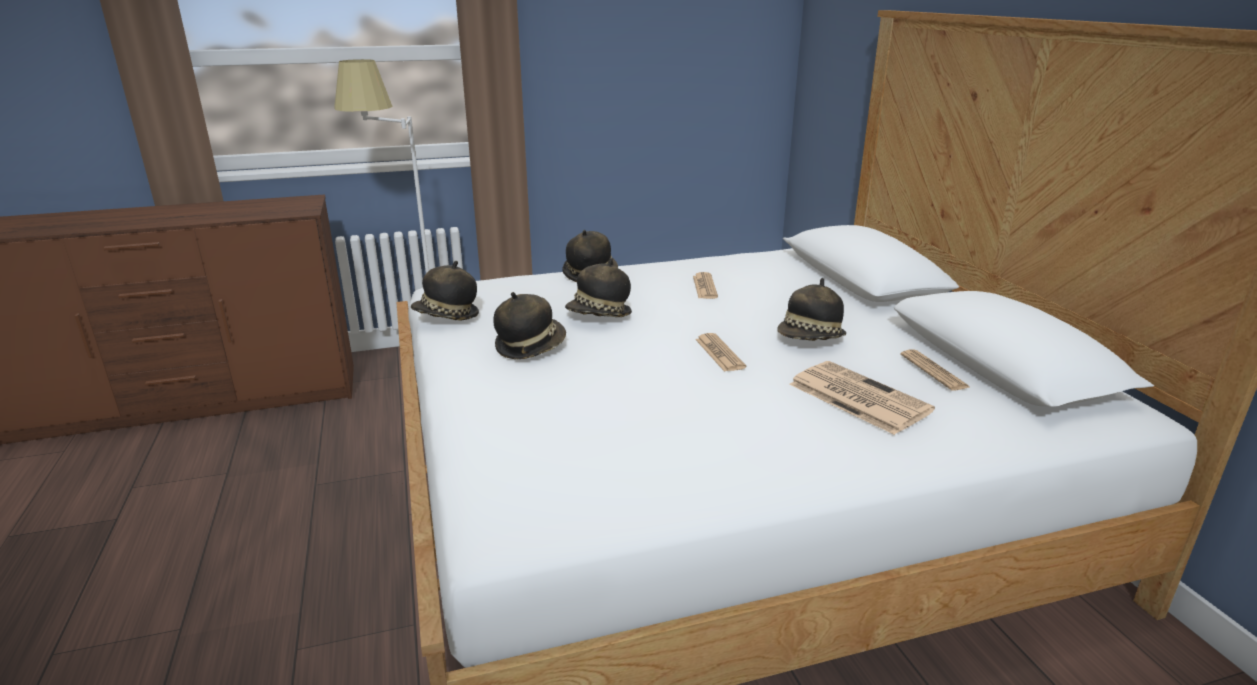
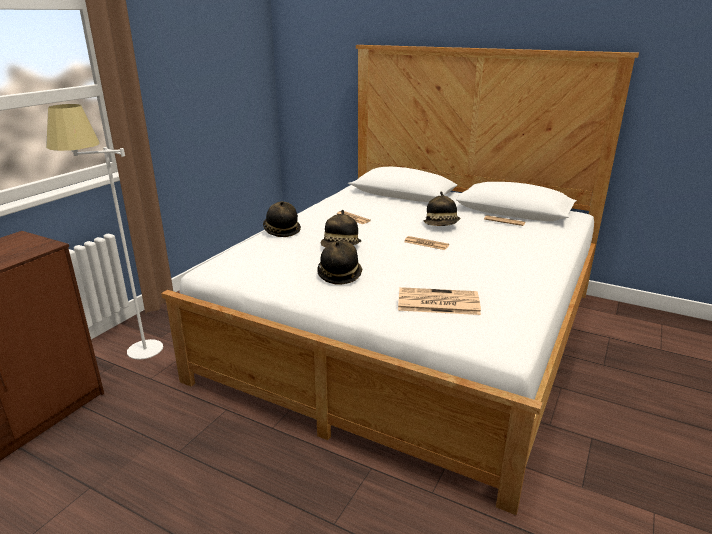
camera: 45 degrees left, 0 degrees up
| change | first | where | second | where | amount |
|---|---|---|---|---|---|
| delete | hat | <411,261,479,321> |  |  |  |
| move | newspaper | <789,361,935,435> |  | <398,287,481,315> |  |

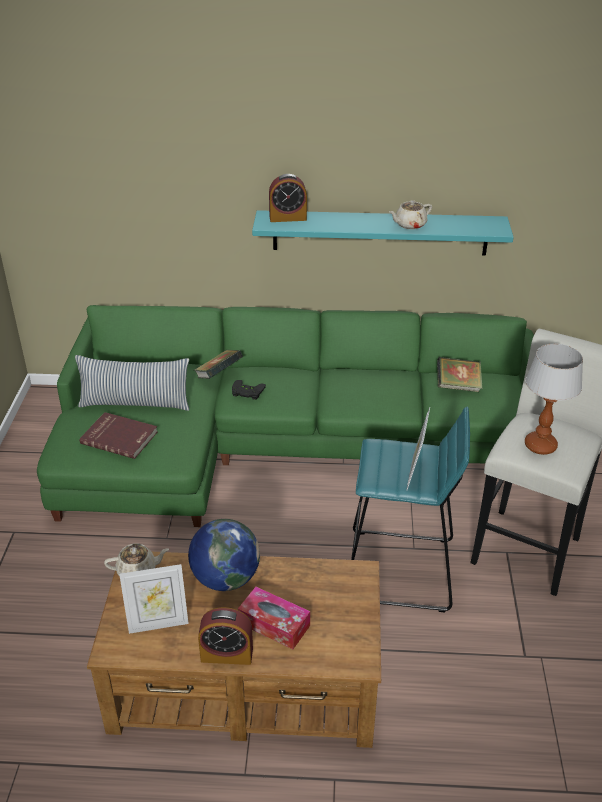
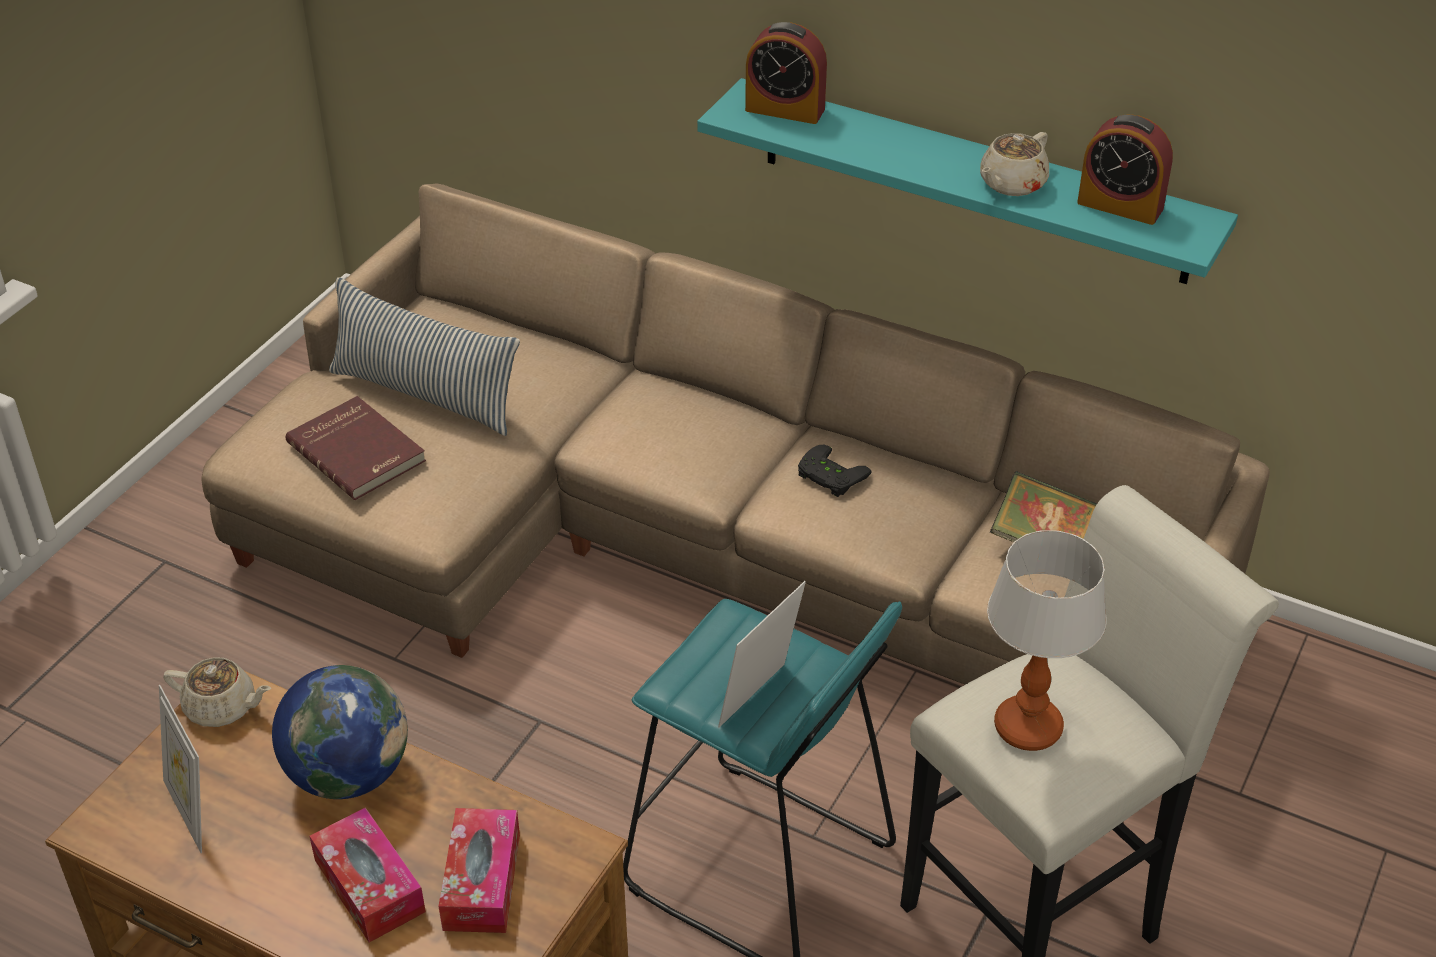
camera: 25 degrees right, 5 degrees up
| change | first | where | second | where | amount |
|---|---|---|---|---|---|
| recolor | sofa (green) | <37,305,534,527> | sofa (beige) | <201,184,1270,685> |  |
| rotate | picture frame | <119,564,189,634> |  | <159,685,202,853> | 45 degrees clockwise |
| delete | book | <194,350,243,379> |  |  |  |
| move | alarm clock | <198,607,253,665> |  | <1077,114,1173,225> |  |
| move | game controller (black) | <232,380,266,400> |  | <798,445,871,497> |  |
| rotate | teapot (beige) | <389,200,432,229> |  | <980,132,1049,196> | 45 degrees counterclockwise |
| insert |  |  | tissue box | <439,808,520,933> |  |

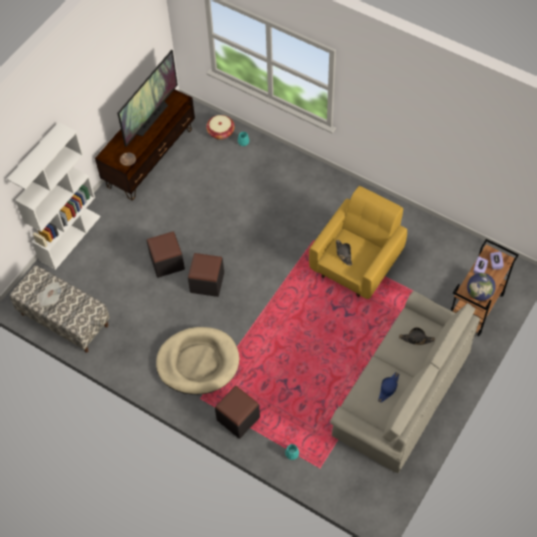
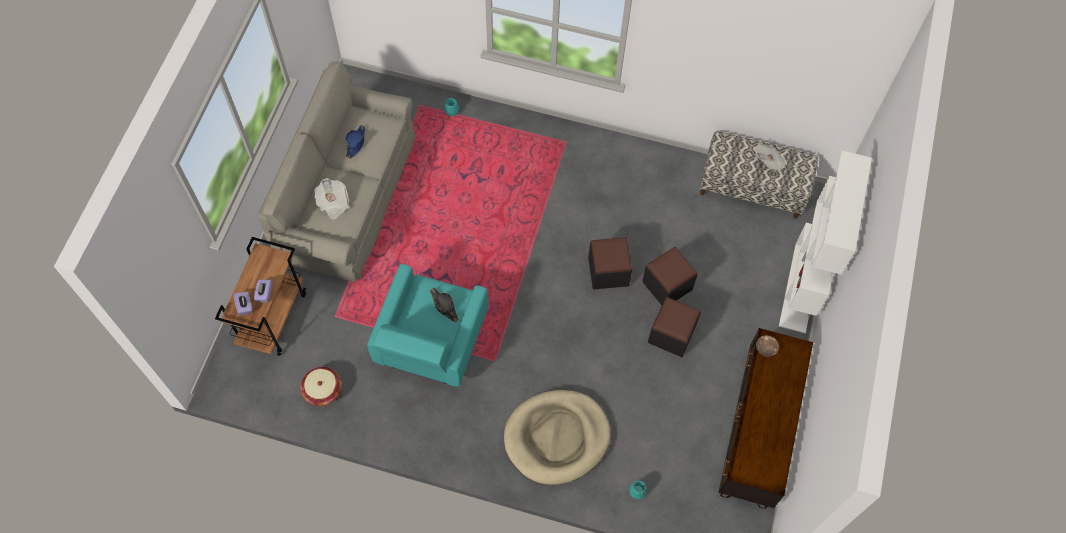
camera: 160 degrees right, 5 degrees up
| change | first | where | second | where | amount |
|---|---|---|---|---|---|
| delete | television | <117,50,178,147> |  |  |  |
| move | dog bed (beige) | <156,327,240,395> |  | <504,390,610,485> |  |
| move | basket | <206,115,235,140> |  | <300,367,342,406> |  |
| move | ottoman (black) | <215,386,260,439> |  | <648,297,701,357> |  |
| recolor | armchair (yellow) | <309,186,407,299> | armchair (turquoise) | <367,264,489,387> |  |
| replace | hat (black) | <399,327,435,345> | newspaper | <314,178,349,220> |  |
| delete | globe | <467,273,496,301> |  |  |  |

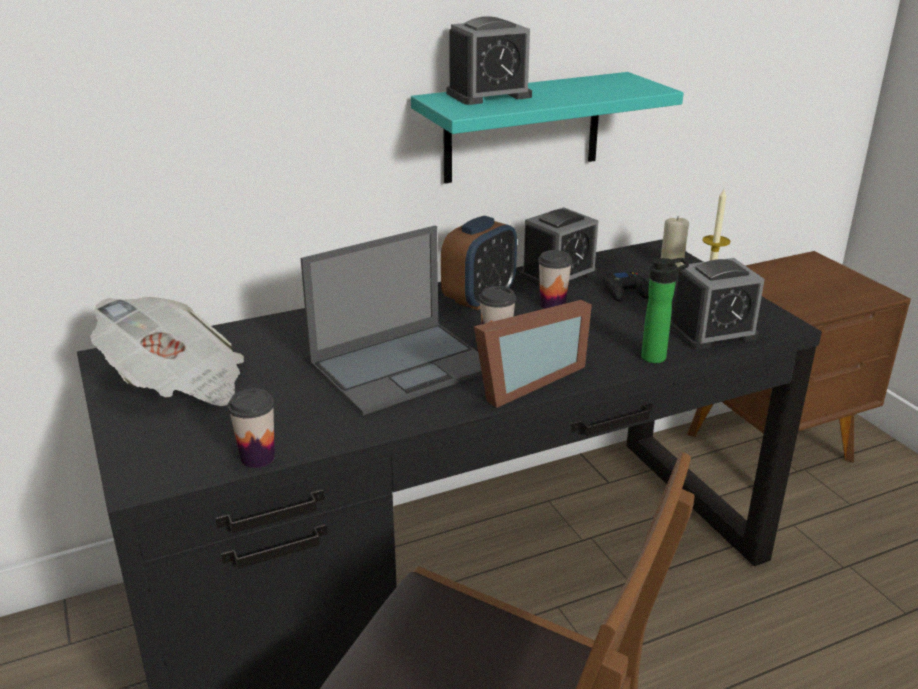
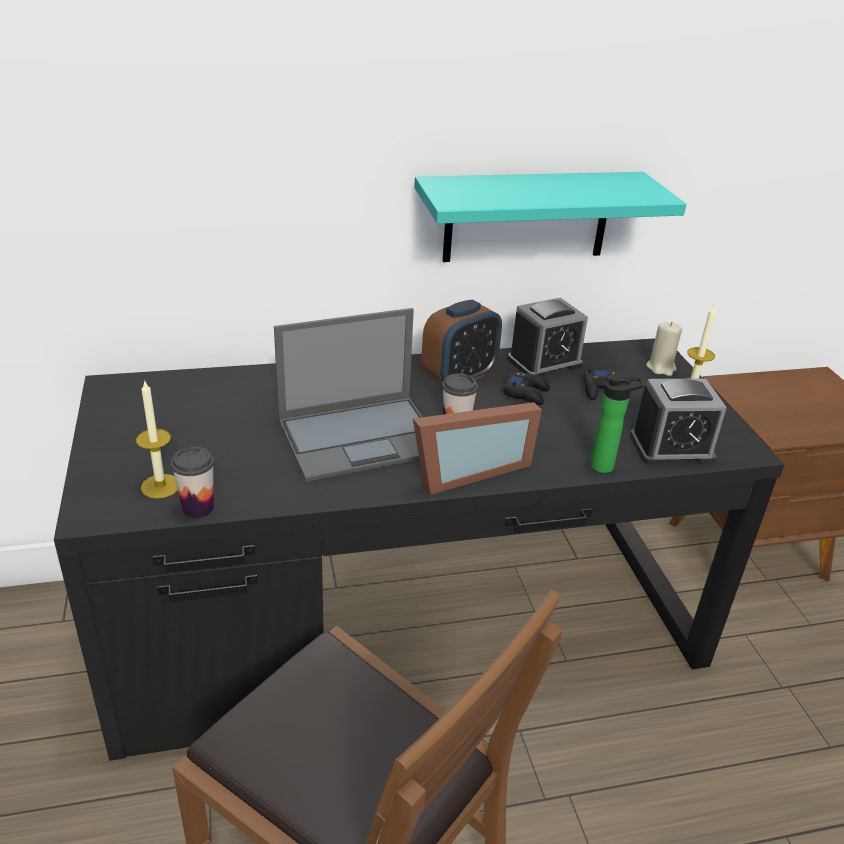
camera: 10 degrees right, 5 degrees up
| change | first | where | second | where | amount |
|---|---|---|---|---|---|
| delete | newspaper | <90,297,244,406> |  |  |  |
| delete | alarm clock | <446,16,532,105> |  |  |  |
| replace | cup | <538,250,572,309> | game controller (black) | <502,372,550,405> |  |
| insert |  |  | candle | <136,380,178,499> |  |

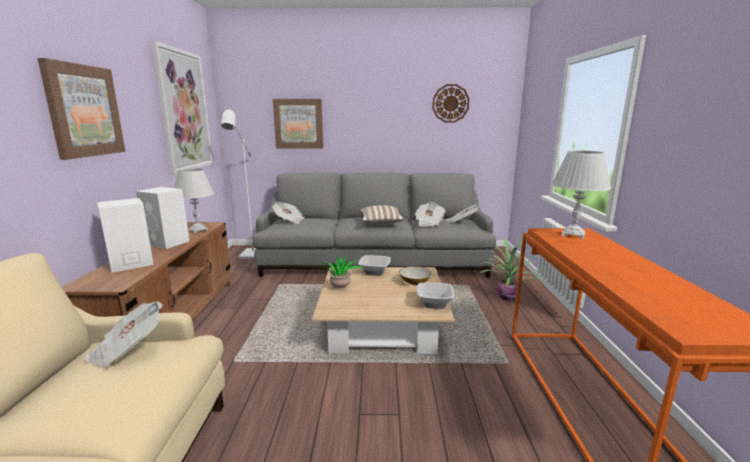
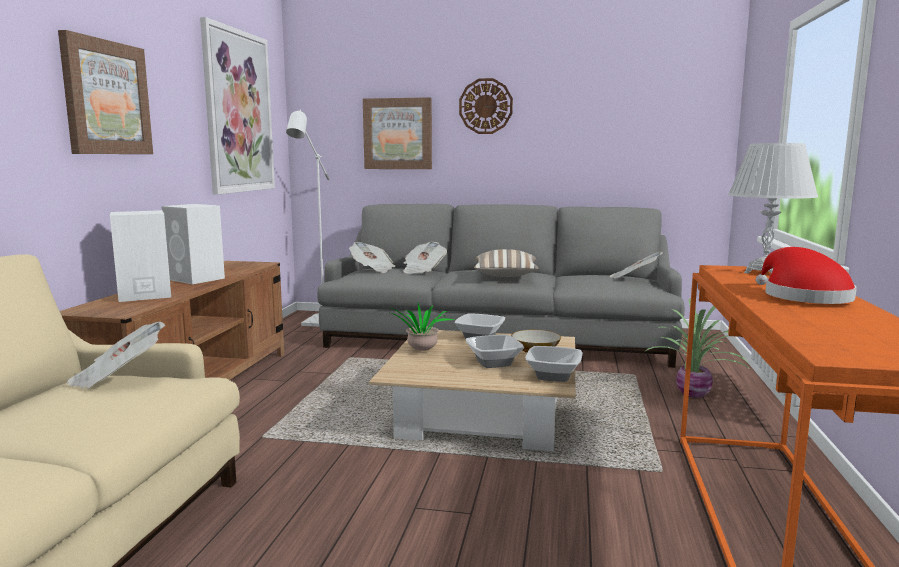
camera: 10 degrees right, 5 degrees down
| change | first | where | second | where | amount |
|---|---|---|---|---|---|
| delete | table lamp (white) | <174,169,215,234> |  |  |  |
| move | newspaper | <415,202,446,227> |  | <403,242,447,274> |  |
| move | wall clock | <432,84,469,123> |  | <459,78,513,134> |  |
| insert |  |  | bowl | <466,335,524,368> |  |
| insert |  |  | hat (red) | <756,247,857,304> |  |

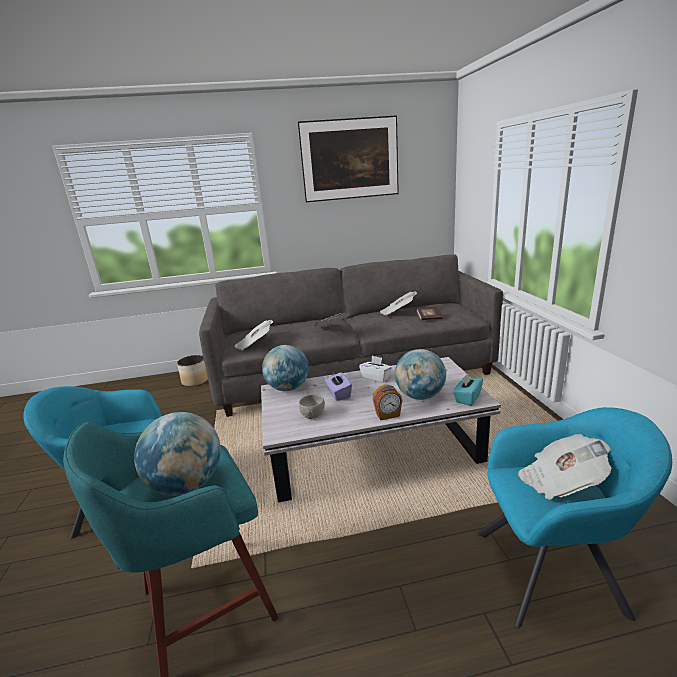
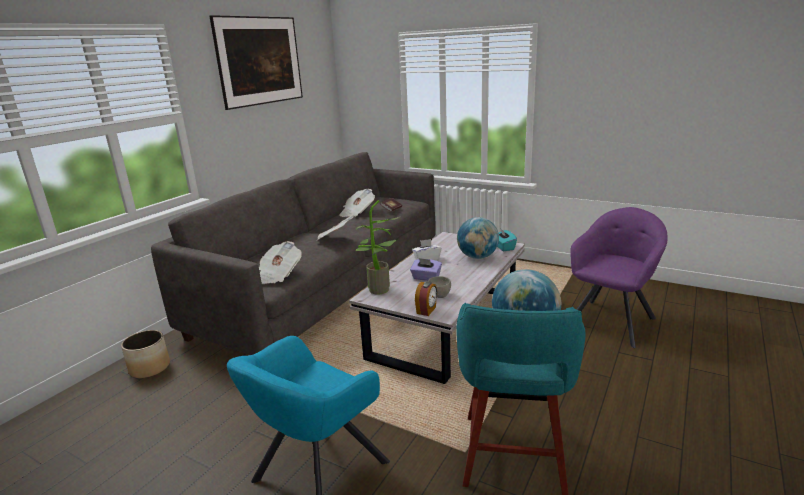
camera: 50 degrees left, 0 degrees up
| change | first | where | second | where | amount |
|---|---|---|---|---|---|
| replace | globe | <262,345,309,391> | potted plant | <354,200,399,294> |  |
| move | alarm clock | <373,385,403,420> |  | <415,281,437,316> |  |
| recolor | armchair (turquoise) | <478,407,672,629> | armchair (purple) | <570,207,668,348> |  |
| delete | newspaper | <518,434,611,500> |  |  |  |

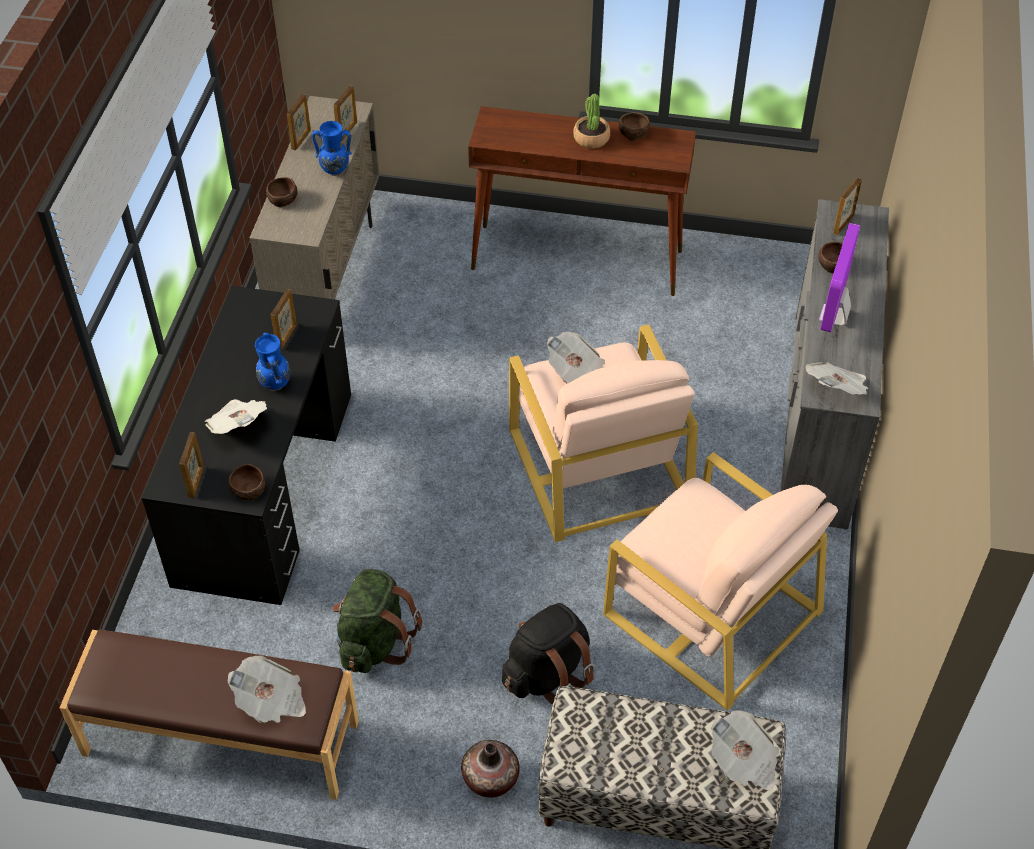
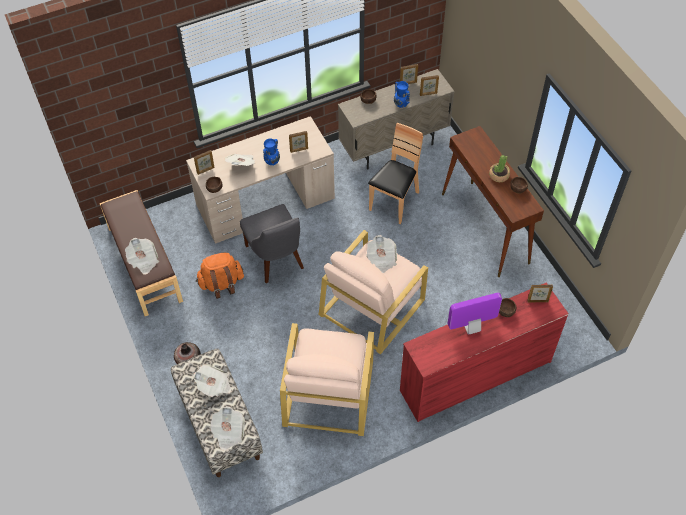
camera: 55 degrees right, 5 degrees up
| change | first | where | second | where | amount |
|---|---|---|---|---|---|
| recolor | desk (black) | <142,286,351,605> | desk (beige) | <186,116,335,244> |  |
| recolor | backpack (green) | <333,569,422,673> | backpack (orange) | <196,253,244,299> |  |
| delete | backpack (black) | <502,603,595,705> |  |  |  |
| recolor | dresser (grey) | <781,199,889,530> | dresser (red) | <400,283,569,422> |  |
| move | newspaper | <806,362,869,395> |  | <193,364,231,397> |  |
| insert |  |  | chair (grey) | <240,204,304,283> |  |
| insert |  |  | chair (brown) | <368,123,423,224> |  |

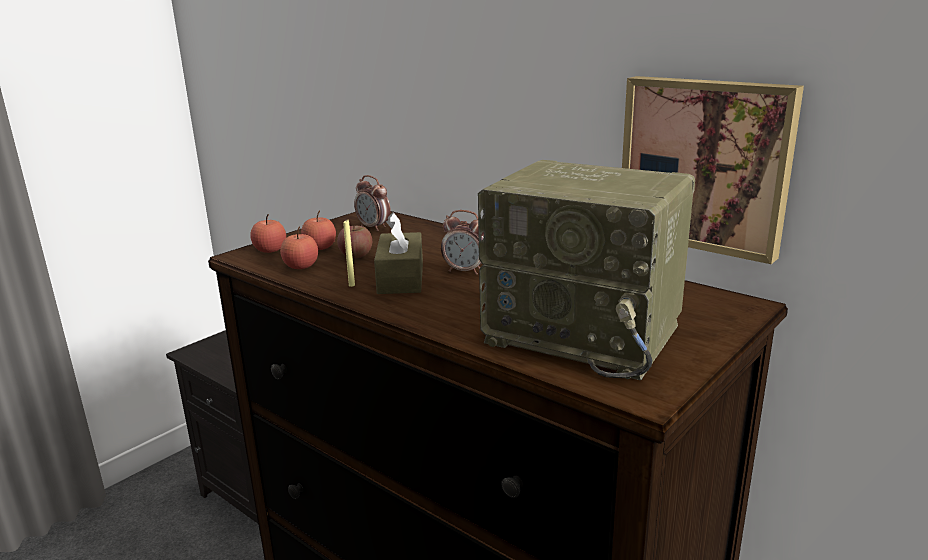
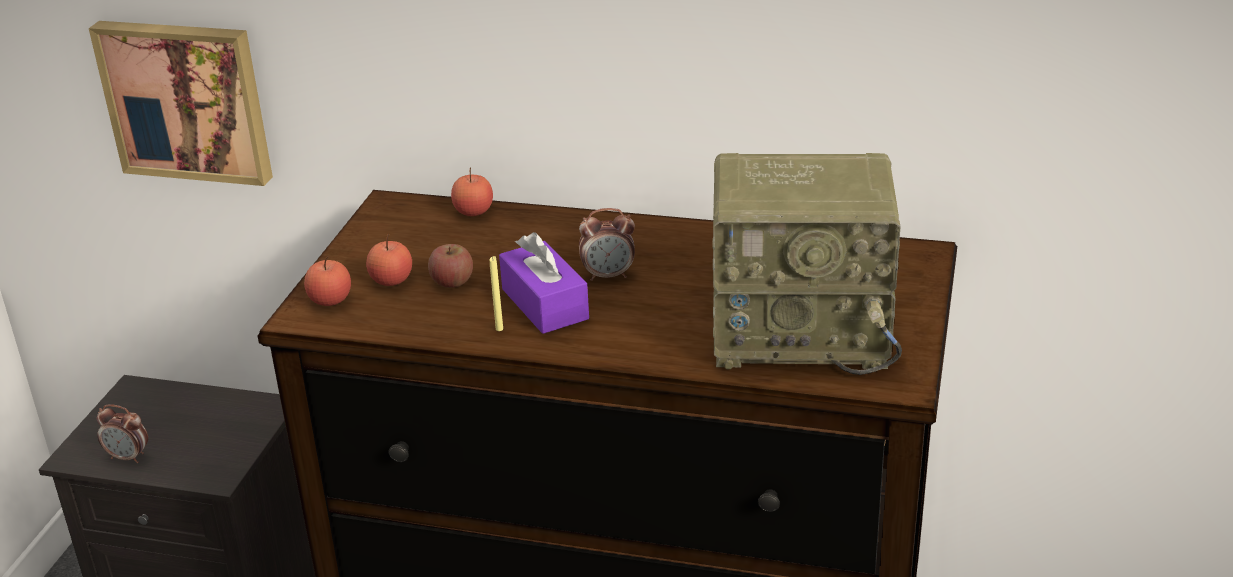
camera: 25 degrees left, 10 degrees up
| change | first | where | second | where | amount |
|---|---|---|---|---|---|
| move | apple | <280,226,318,269> |  | <451,167,493,216> |  |
| move | alarm clock | <354,175,390,231> |  | <97,404,148,463> |  |
| recolor | tissue box (brown) | <374,212,423,294> | tissue box (purple) | <499,232,589,334> |  |
| move | picture | <622,76,804,264> |  | <89,21,273,186> |  |

